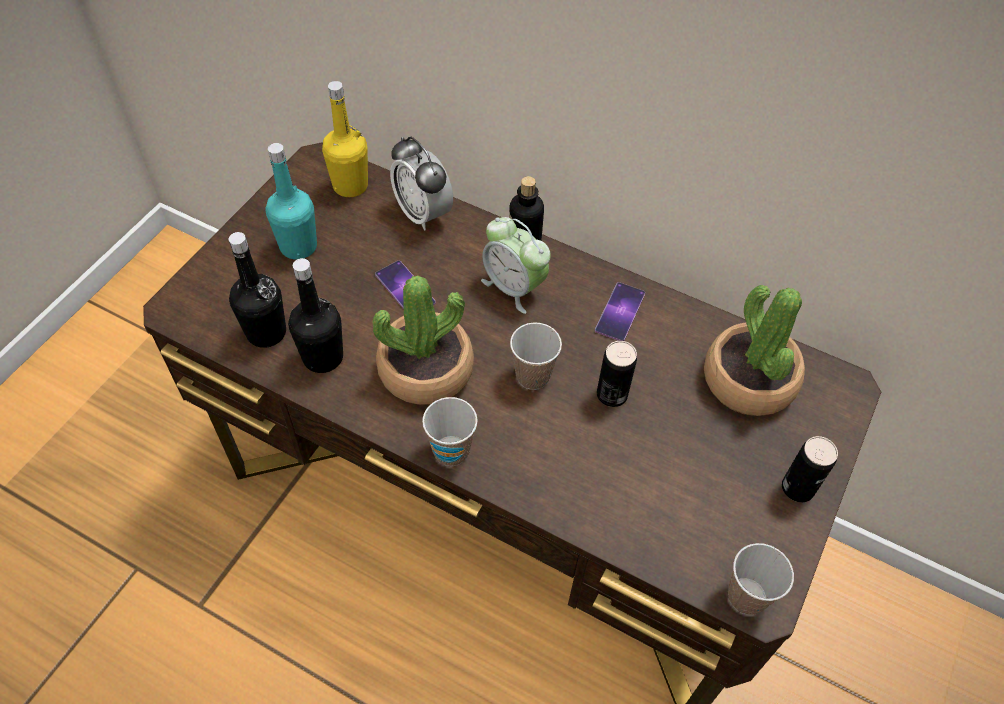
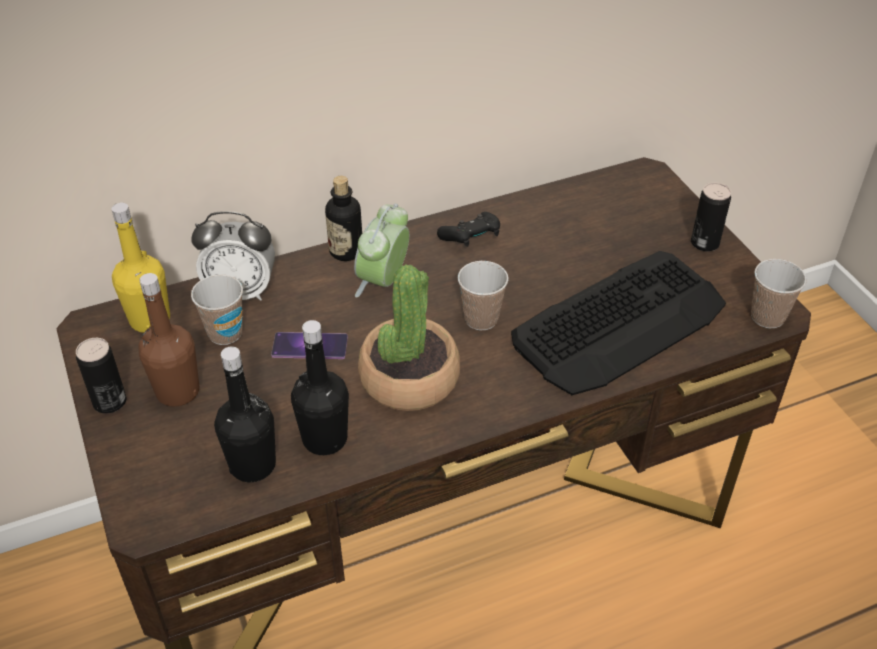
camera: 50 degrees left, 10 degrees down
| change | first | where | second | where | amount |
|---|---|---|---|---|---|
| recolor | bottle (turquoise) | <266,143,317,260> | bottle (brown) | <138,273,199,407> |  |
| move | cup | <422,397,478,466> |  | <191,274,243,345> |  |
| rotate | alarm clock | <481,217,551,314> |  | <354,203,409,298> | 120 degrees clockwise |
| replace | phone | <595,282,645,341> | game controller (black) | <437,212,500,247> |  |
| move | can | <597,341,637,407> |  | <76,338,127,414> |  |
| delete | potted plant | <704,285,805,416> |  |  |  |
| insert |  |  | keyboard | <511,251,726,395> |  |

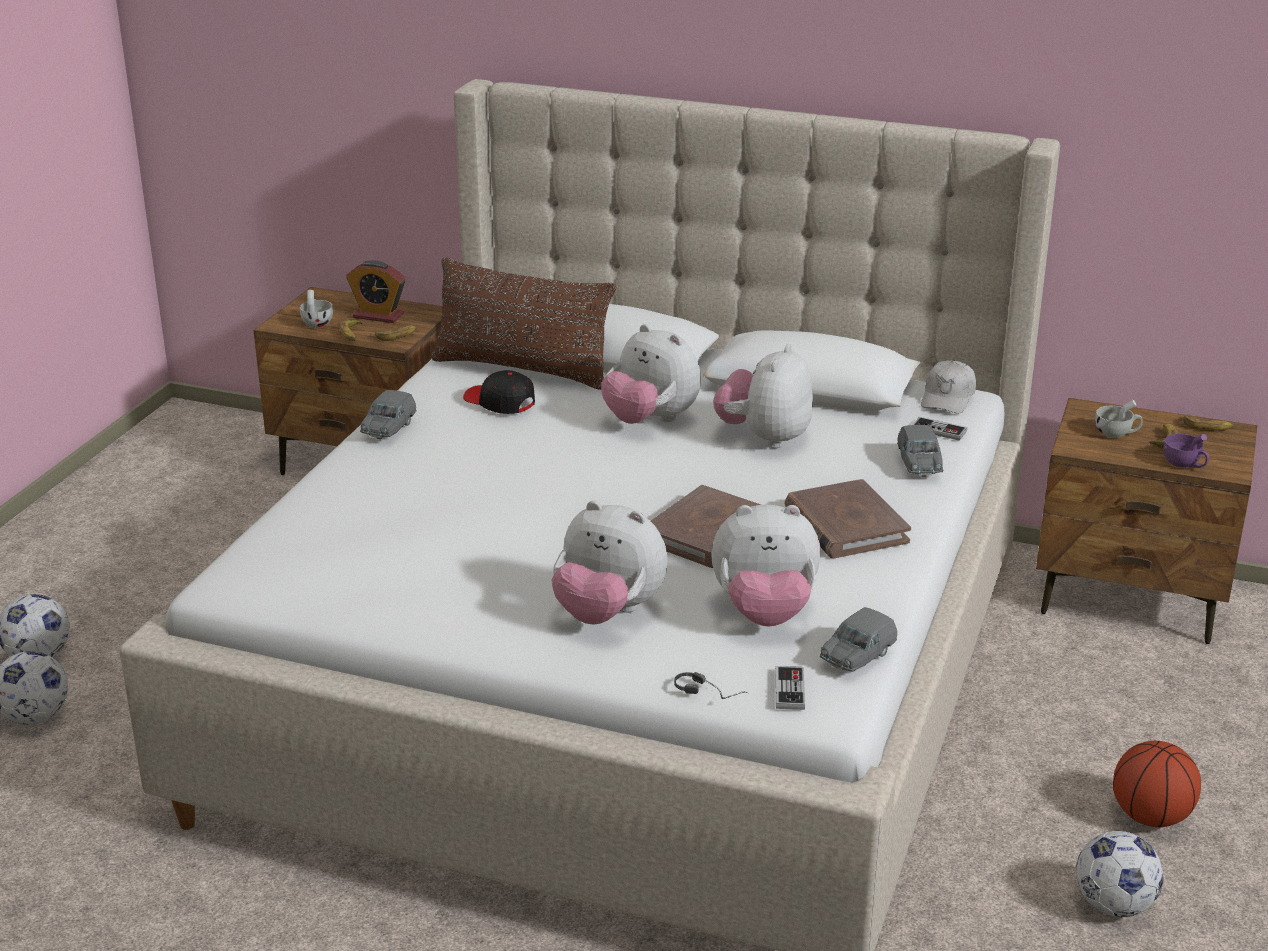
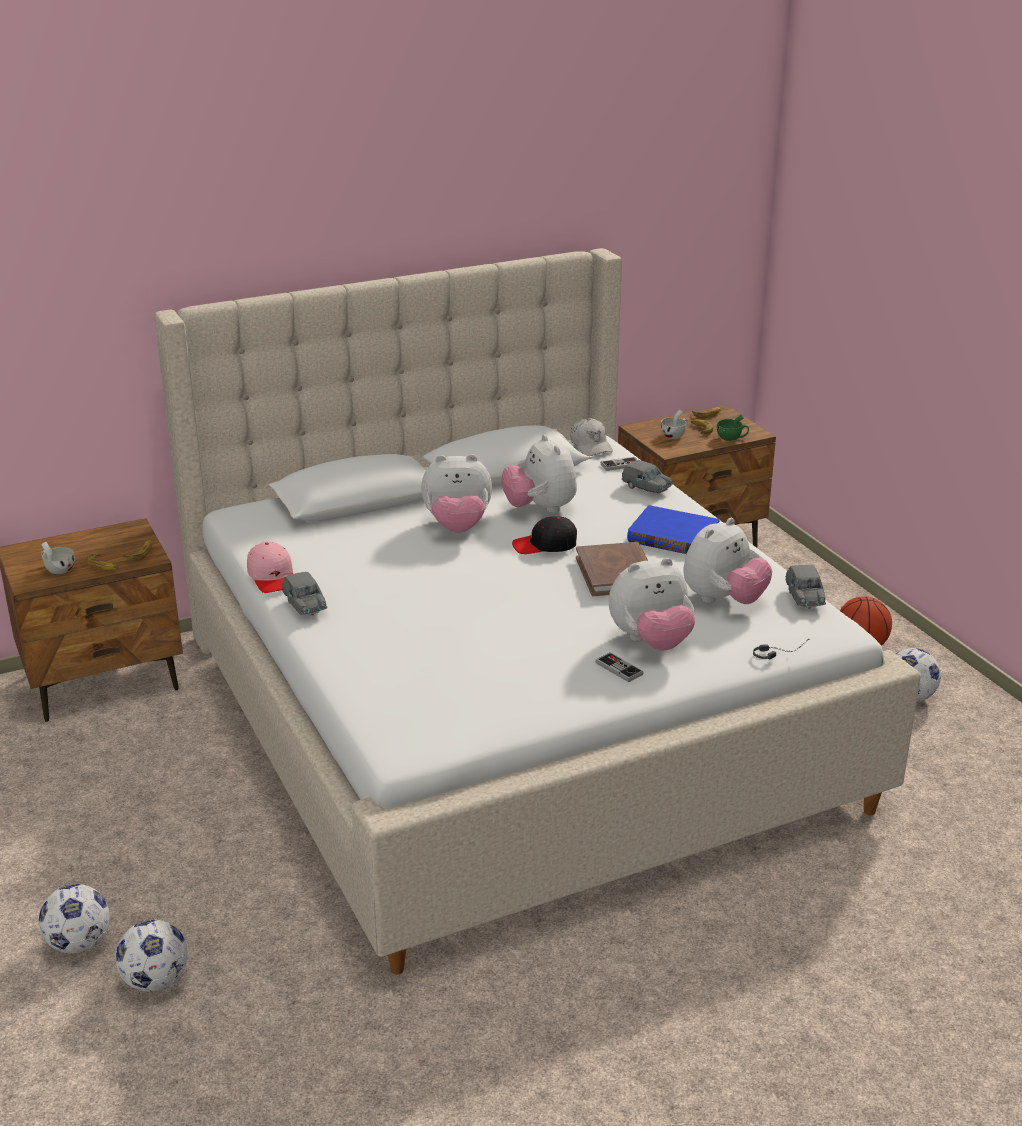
camera: 45 degrees left, 0 degrees up
| change | first | where | second | where | amount |
|---|---|---|---|---|---|
| delete | alarm clock | <346,260,405,323> |  |  |  |
| delete | pillow (brown) | <431,257,616,390> |  |  |  |
| move | cap (black) | <463,370,535,414> |  | <512,516,577,554> |  |
| move | game controller | <775,666,805,710> |  | <595,652,644,682> |  |
| recolor | book (brown) | <785,479,911,558> | book (blue) | <627,505,720,554> |  |
| recolor | cup (purple) | <1163,434,1209,468> | cup (green) | <717,414,749,441> |  |
| insert |  |  | cap (pink) | <247,542,293,593> |  |

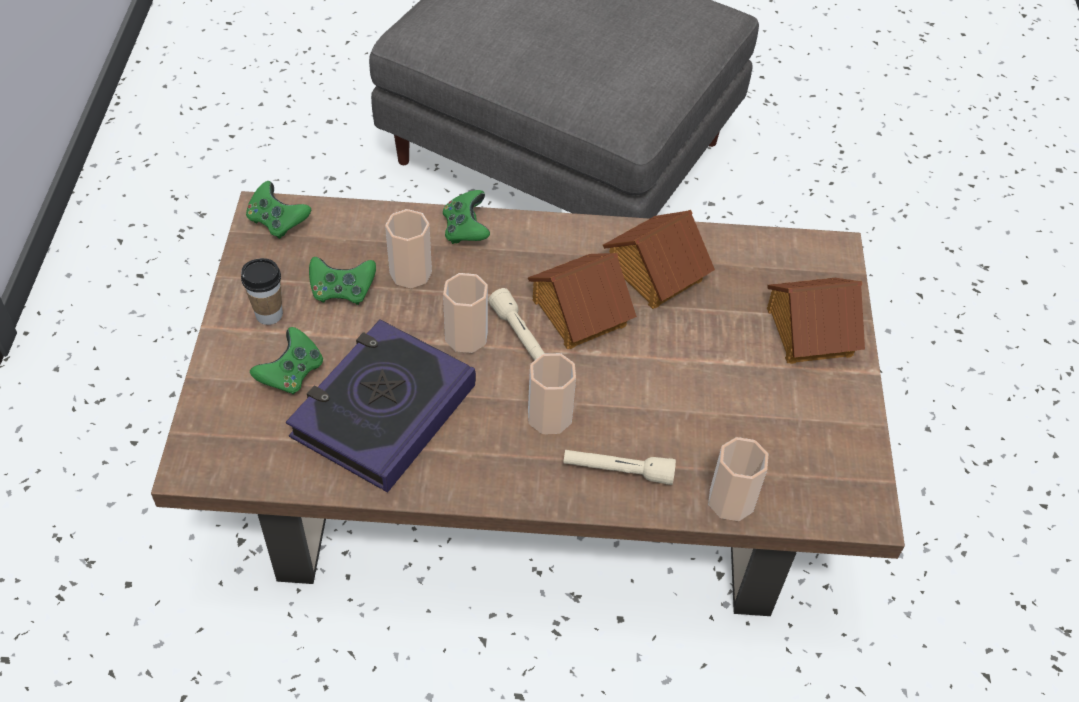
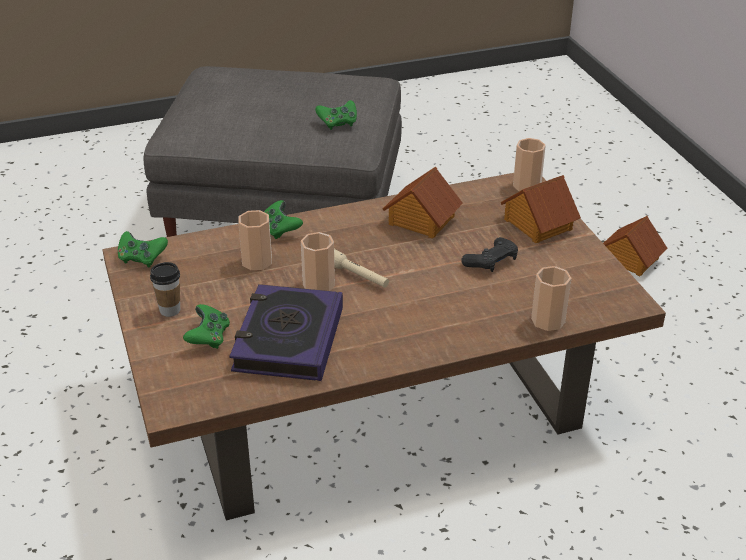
camera: 20 degrees left, 15 degrees down
| change | first | where | second | where | amount |
|---|---|---|---|---|---|
| move | game controller (green) | <309,257,376,305> |  | <315,100,357,130> |  |
| move | toy house | <528,252,637,349> |  | <603,216,668,276> |  |
| move | cup | <528,353,576,434> |  | <513,138,546,191> |  |
| delete | flashlight (beige) | <563,450,676,485> |  |  |  |
| insert |  |  | game controller (black) | <461,237,518,272> |  |

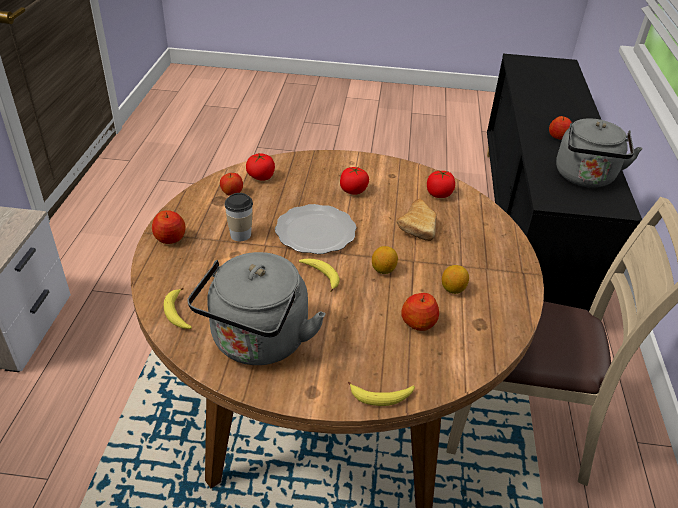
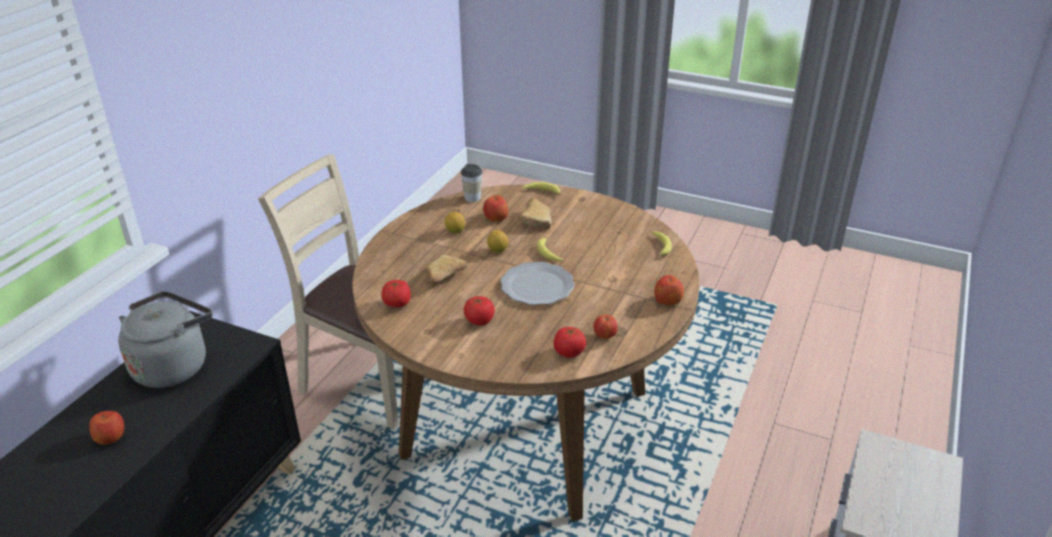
camera: 160 degrees left, 5 degrees down
| change | first | where | second | where | amount |
|---|---|---|---|---|---|
| delete | kettle (grey) | <187,252,326,365> |  |  |  |
| move | cup | <224,193,253,241> |  | <461,164,482,202> |  |
| insert |  |  | bread | <519,198,552,229> |  |

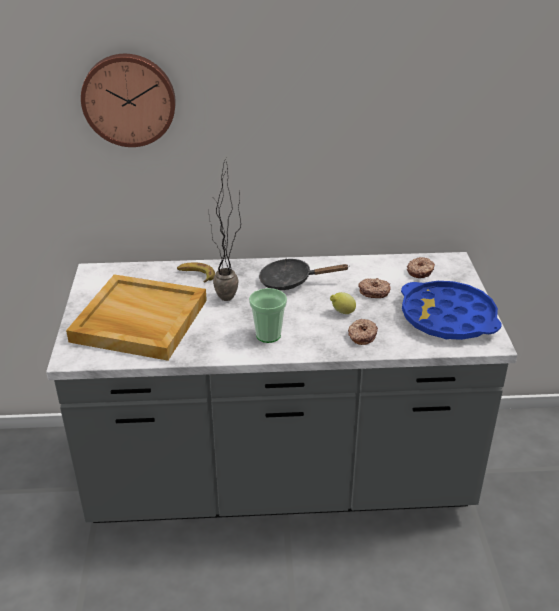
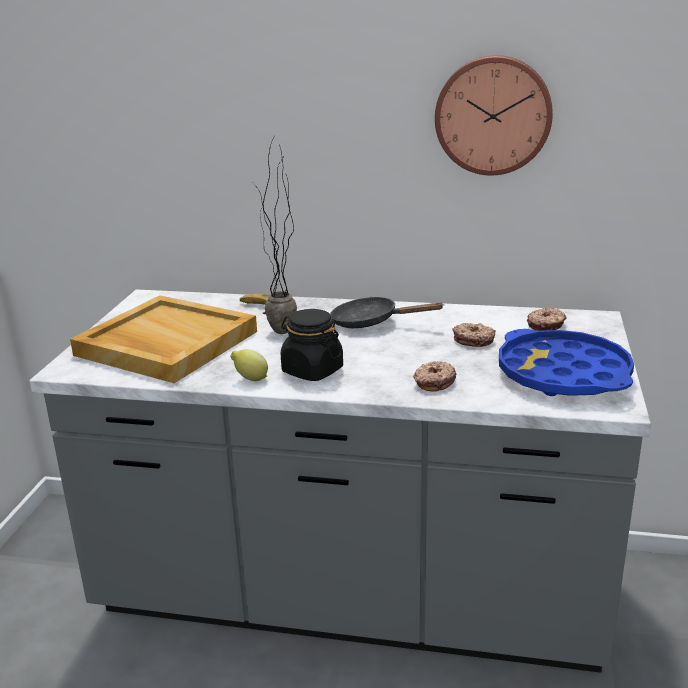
camera: 15 degrees right, 10 degrees down
| change | first | where | second | where | amount |
|---|---|---|---|---|---|
| move | wall clock | <81,54,176,147> |  | <435,55,553,176> |  |
| replace | cup | <249,288,287,343> | jar (black) | <281,309,343,381> |  |
| move | lemon | <330,292,356,314> |  | <230,349,268,381> |  |

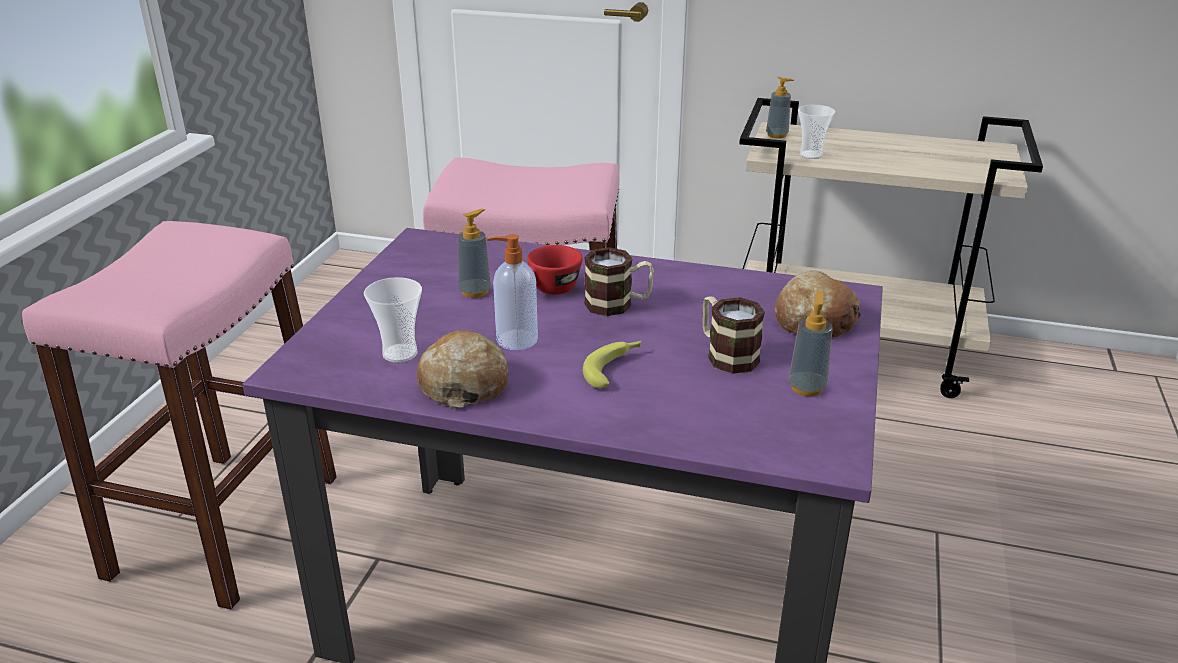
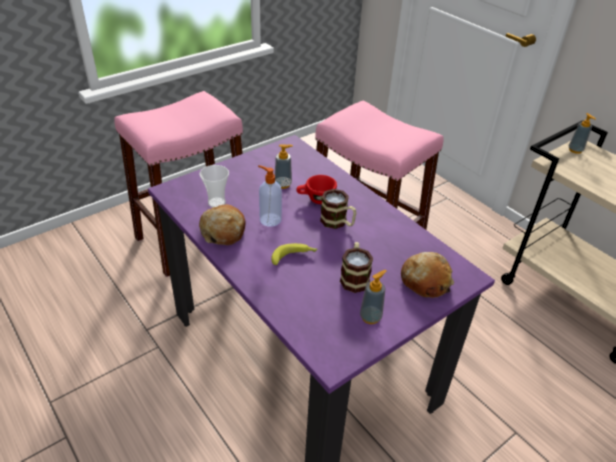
camera: 35 degrees right, 10 degrees up
| change | first | where | second | where | amount |
|---|---|---|---|---|---|
| delete | cup | <798,105,835,159> |  |  |  |

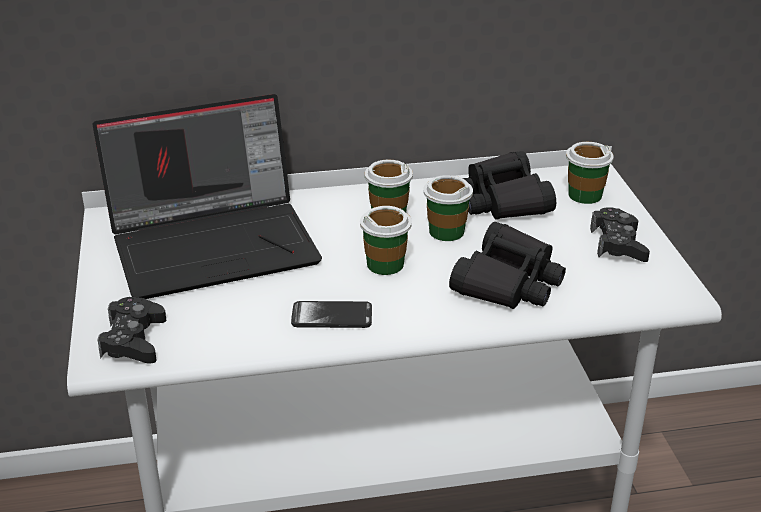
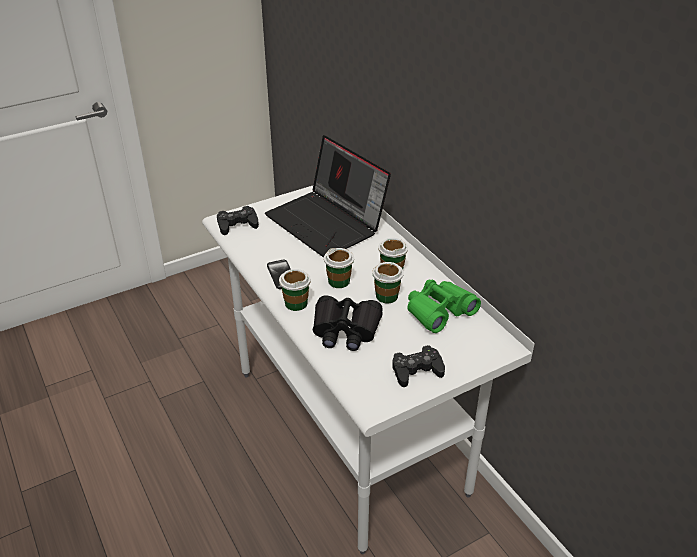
camera: 70 degrees right, 5 degrees up
| change | first | where | second | where | amount |
|---|---|---|---|---|---|
| recolor | binoculars (black) | <463,151,556,220> | binoculars (green) | <407,279,481,333> |  |
| move | cup | <566,142,614,204> |  | <279,269,311,311> |  |

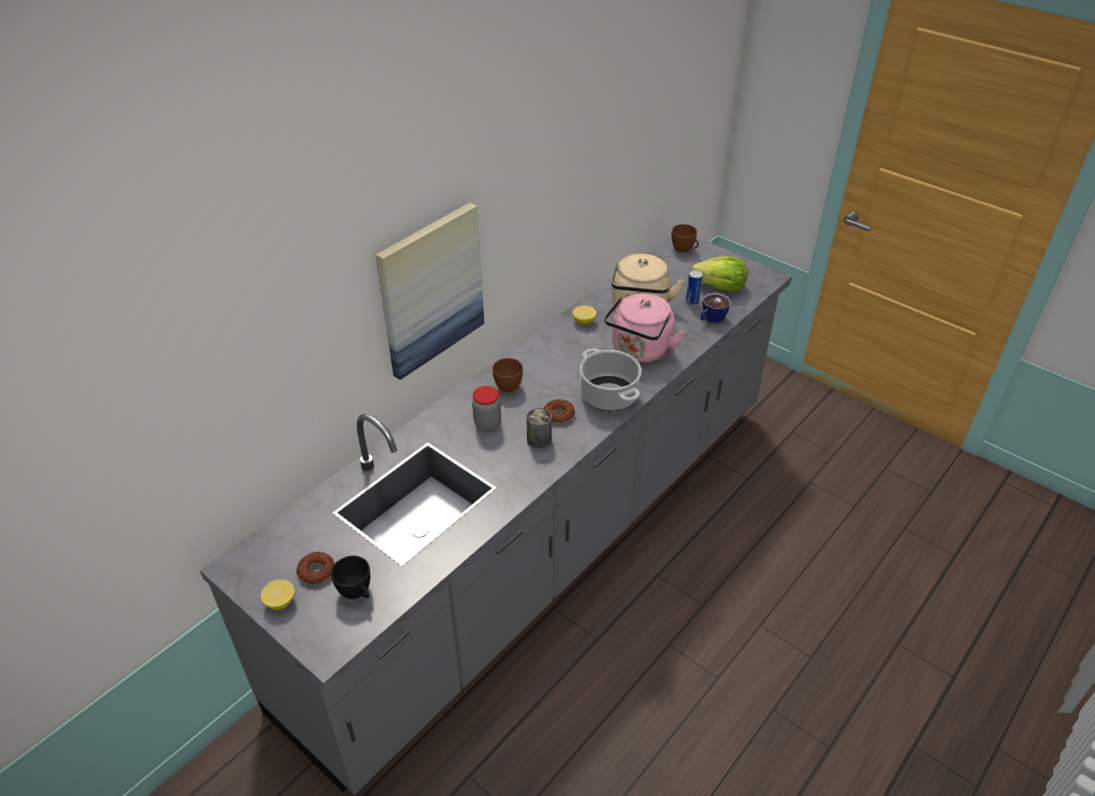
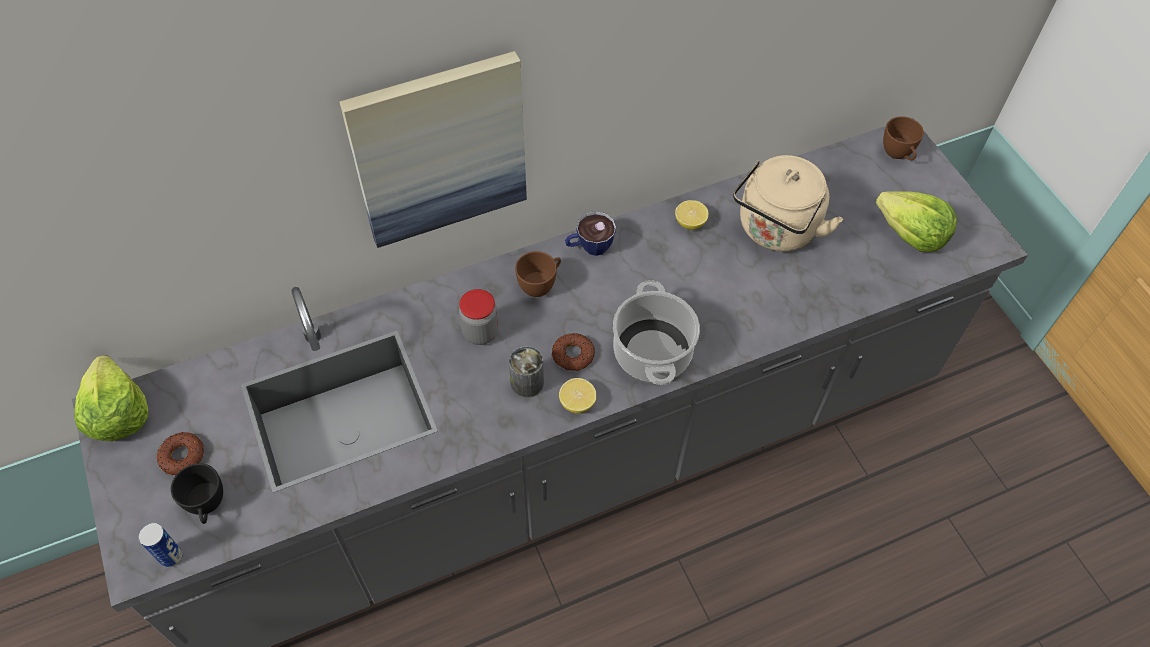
camera: 25 degrees right, 15 degrees up
| change | first | where | second | where | amount |
|---|---|---|---|---|---|
| move | lemon | <261,579,295,610> |  | <559,378,596,413> |  |
| delete | kettle (pink) | <604,293,686,363> |  |  |  |
| move | can | <686,270,703,306> |  | <138,523,183,568> |  |
| move | cup | <700,292,731,323> |  | <565,211,616,256> |  |
| insert |  |  | lettuce | <74,355,148,441> |  |

